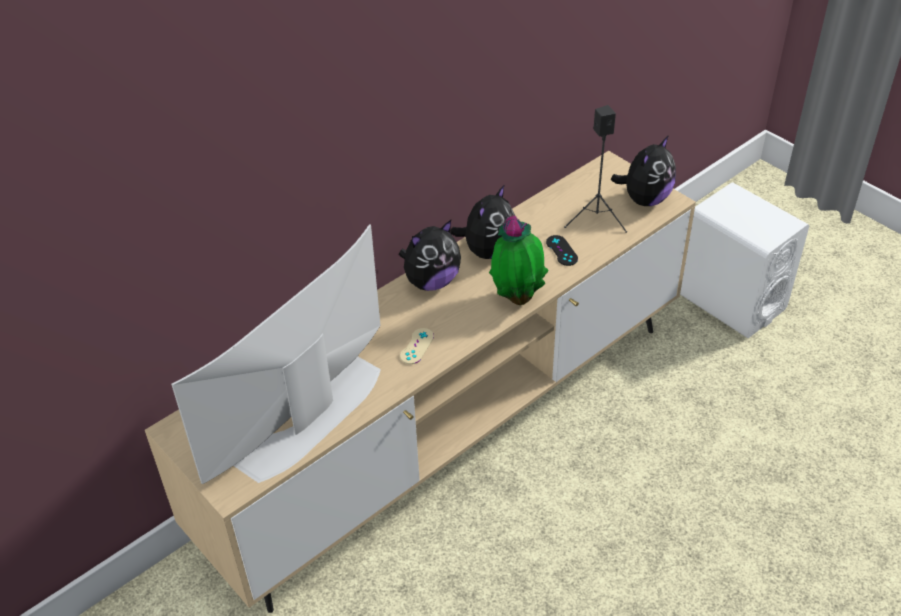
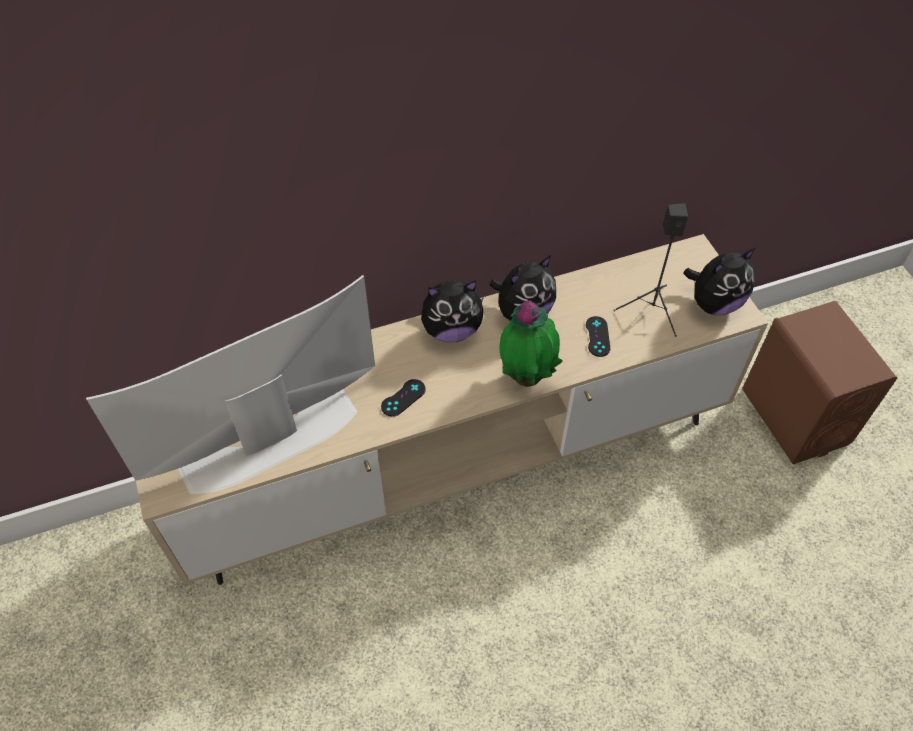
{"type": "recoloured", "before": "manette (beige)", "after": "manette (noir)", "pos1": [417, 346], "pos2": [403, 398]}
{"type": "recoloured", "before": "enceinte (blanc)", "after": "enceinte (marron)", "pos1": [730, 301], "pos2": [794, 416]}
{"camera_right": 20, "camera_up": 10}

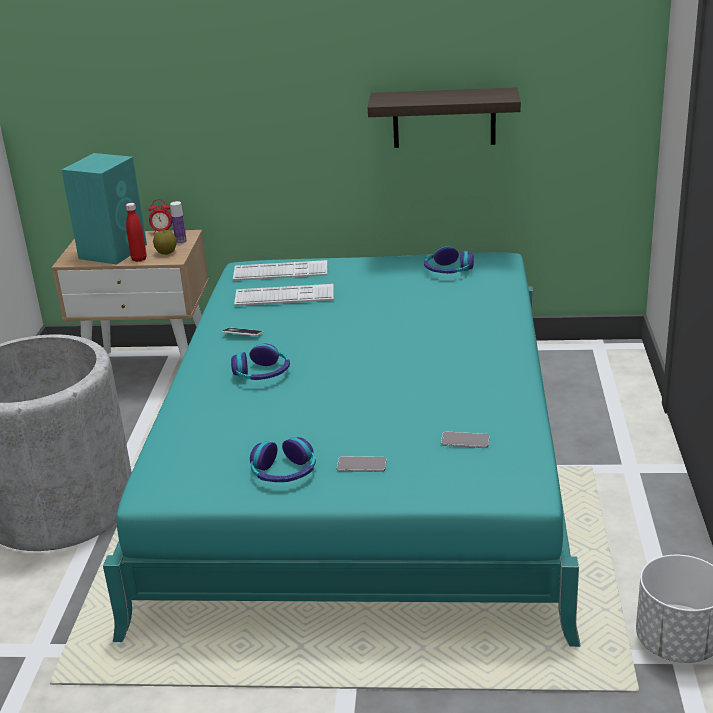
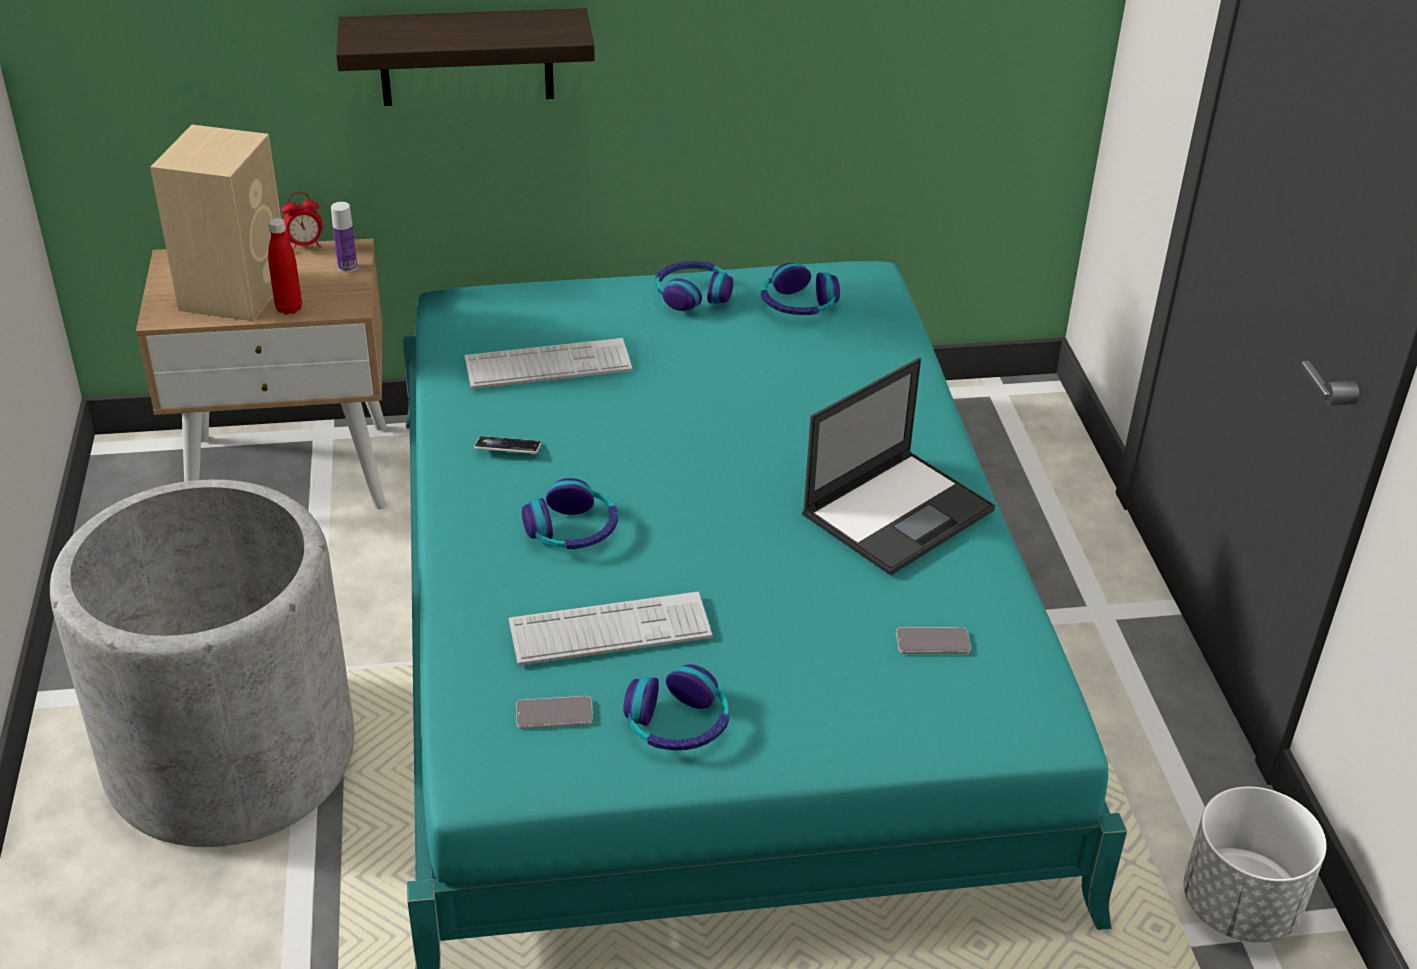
{"type": "removed", "before": "pomme", "pos1": [166, 252]}
{"type": "added", "after": "casque audio", "pos2": [692, 294]}
{"type": "added", "after": "ordinateur portable", "pos2": [899, 511]}
{"type": "moved", "before": "clavier", "pos1": [280, 272], "pos2": [610, 630]}
{"type": "moved", "before": "téléphone", "pos1": [361, 465], "pos2": [554, 714]}
{"type": "moved", "before": "étagère", "pos1": [444, 118], "pos2": [466, 57]}
{"type": "recoloured", "before": "enceinte (turquoise)", "after": "enceinte (beige)", "pos1": [114, 251], "pos2": [236, 291]}
{"camera_right": -15, "camera_up": 10}

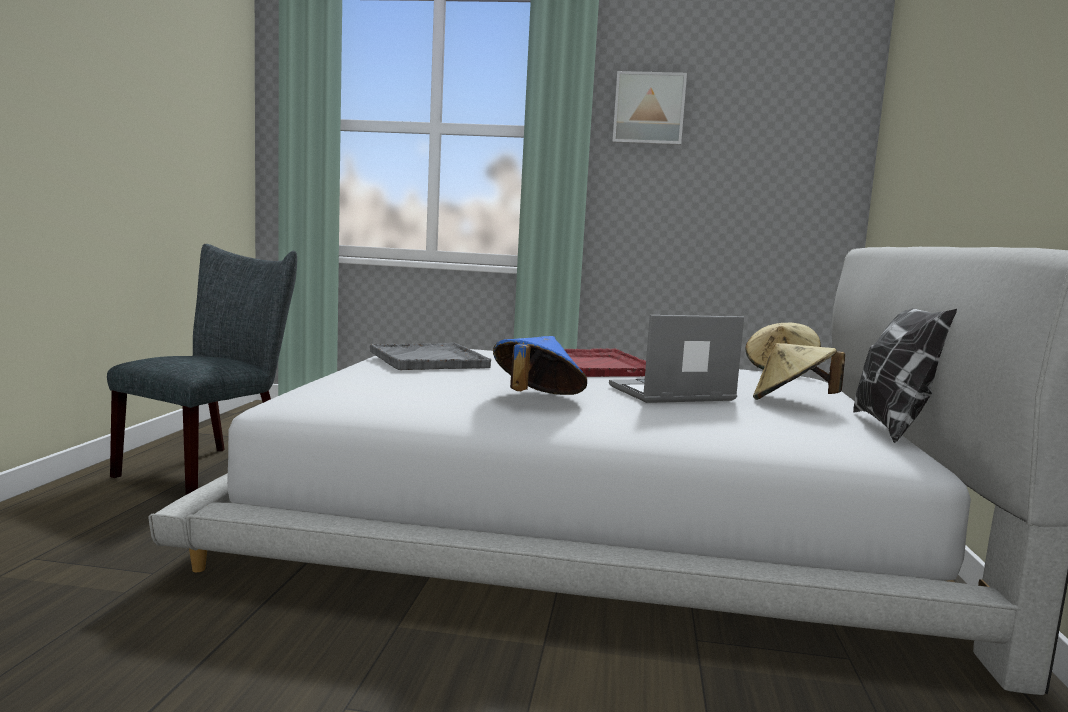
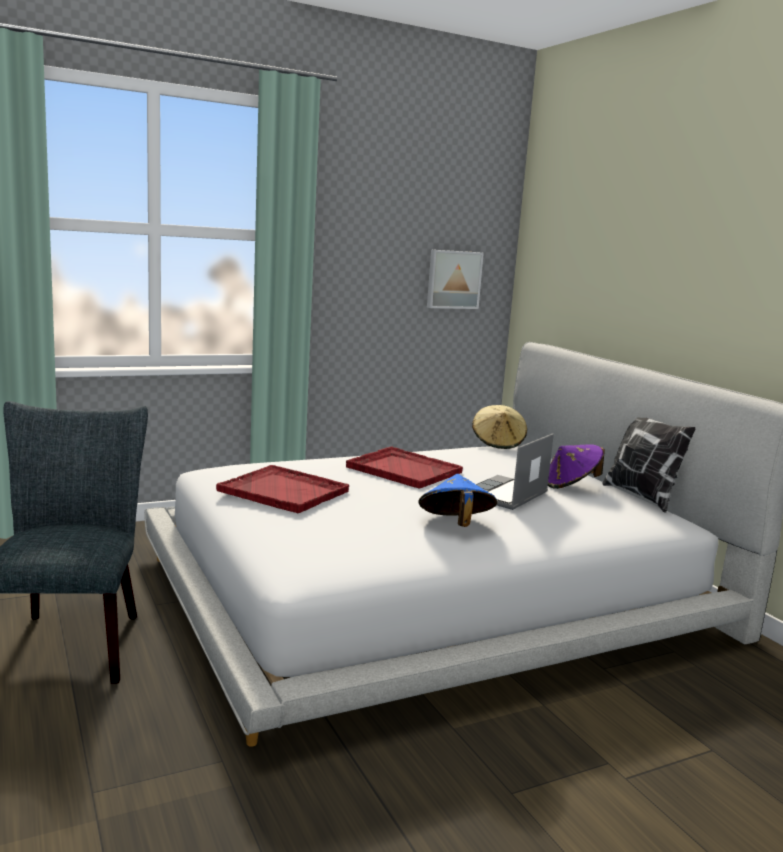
{"type": "moved", "before": "tableau", "pos1": [649, 109], "pos2": [453, 279]}
{"type": "recoloured", "before": "plateau (gris)", "after": "plateau (rouge)", "pos1": [428, 359], "pos2": [284, 491]}
{"type": "recoloured", "before": "chapeau (beige)", "after": "chapeau (violet)", "pos1": [791, 402], "pos2": [570, 485]}
{"camera_right": -35, "camera_up": 5}

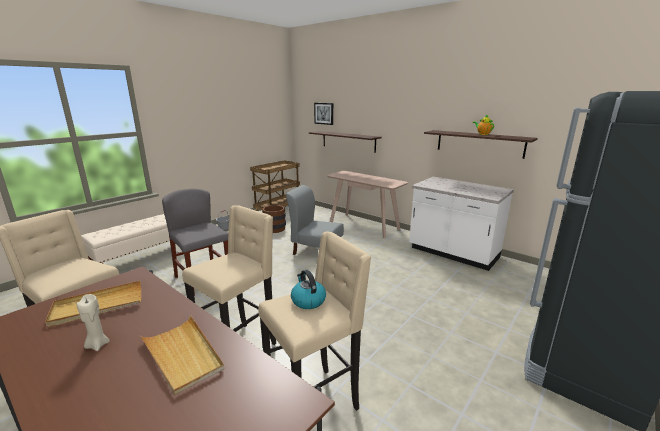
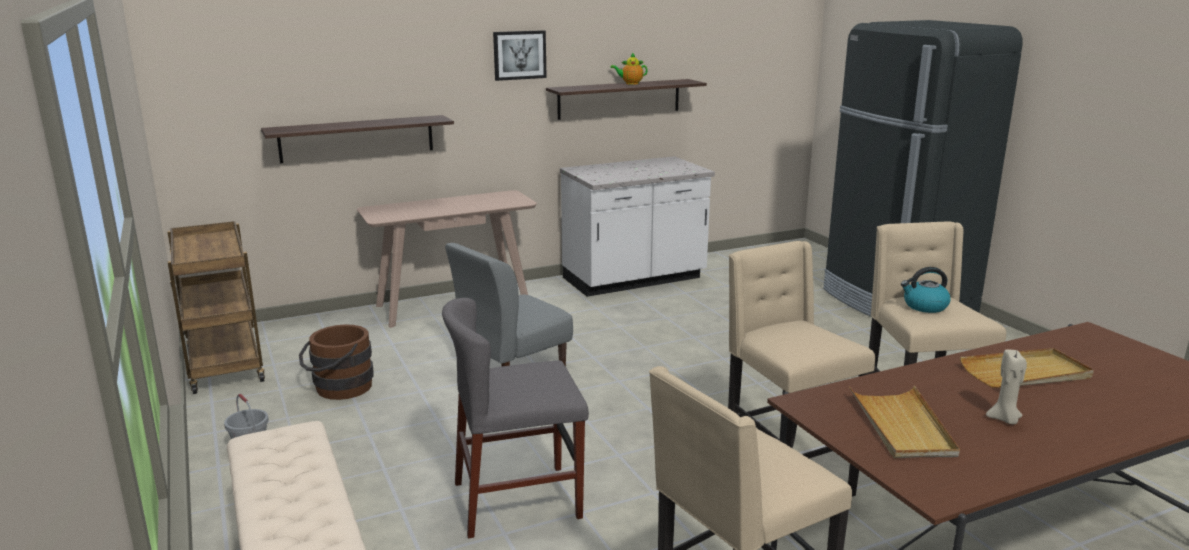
{"type": "moved", "before": "tableau", "pos1": [324, 113], "pos2": [519, 55]}
{"camera_right": -65, "camera_up": 0}

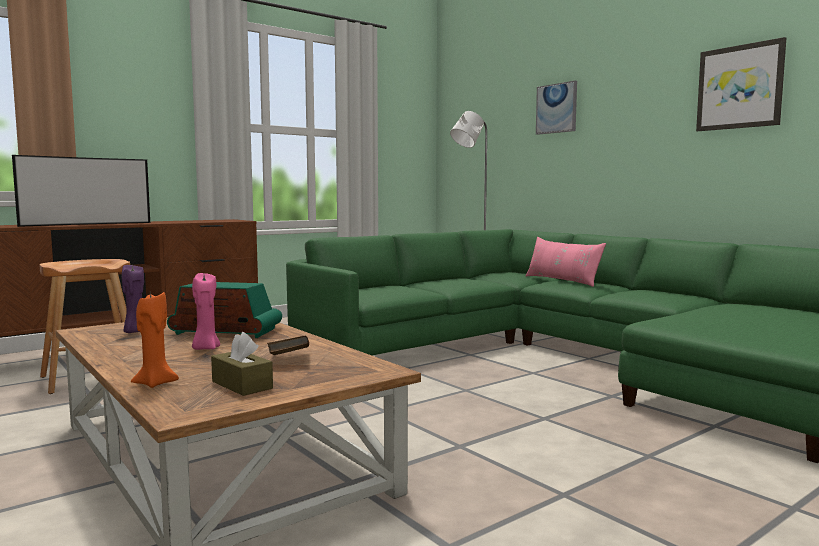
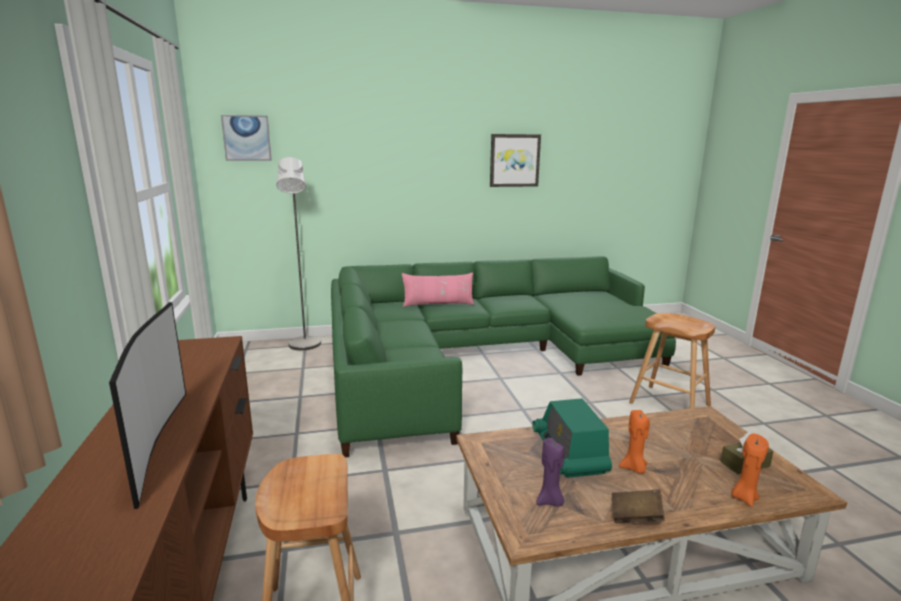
{"type": "added", "after": "tabouret (marron)", "pos2": [669, 404]}
{"type": "moved", "before": "livre (marron)", "pos1": [289, 360], "pos2": [635, 517]}
{"type": "moved", "before": "tableau", "pos1": [556, 108], "pos2": [247, 138]}
{"type": "recoloured", "before": "bougie (rose)", "after": "bougie (orange)", "pos1": [205, 348], "pos2": [634, 468]}
{"type": "turned", "before": "radio", "pos1": [226, 331], "pos2": [569, 453], "turn": -45}
{"camera_right": -65, "camera_up": 10}

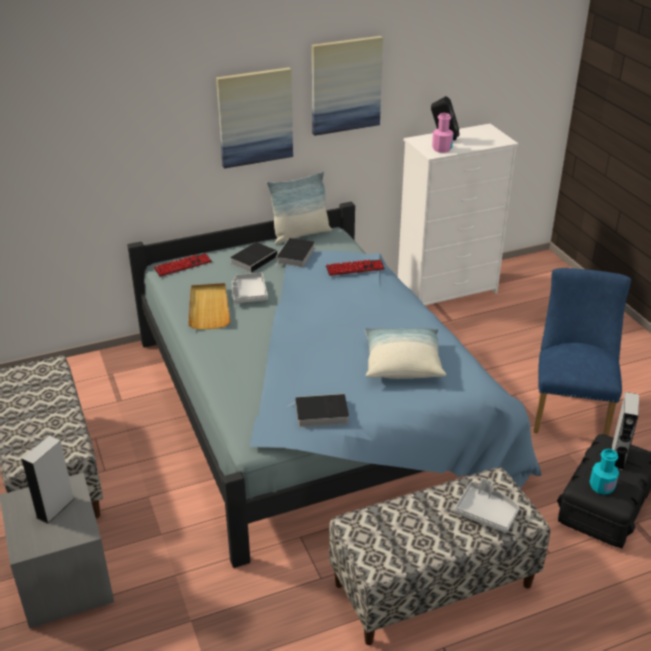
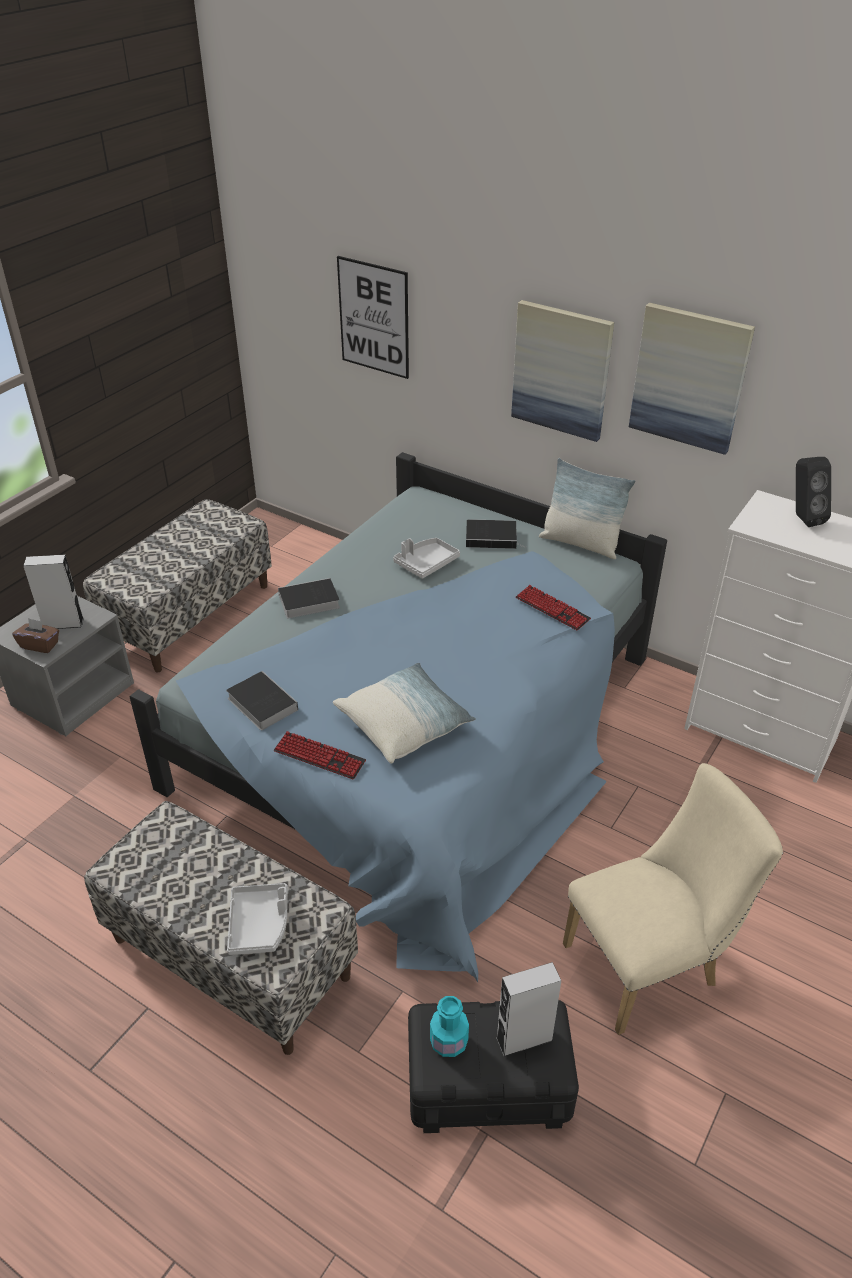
{"type": "removed", "before": "plateau (beige)", "pos1": [209, 308]}
{"type": "removed", "before": "bouteille (rose)", "pos1": [441, 149]}
{"type": "added", "after": "boîte à mouchoirs (marron)", "pos2": [40, 645]}
{"type": "added", "after": "tableau", "pos2": [374, 317]}
{"type": "moved", "before": "clavier", "pos1": [183, 266], "pos2": [319, 756]}
{"type": "moved", "before": "livre", "pos1": [295, 256], "pos2": [307, 602]}
{"type": "recoloured", "before": "chaise (bleu)", "after": "chaise (beige)", "pos1": [569, 409], "pos2": [650, 964]}
{"camera_right": 55, "camera_up": 5}

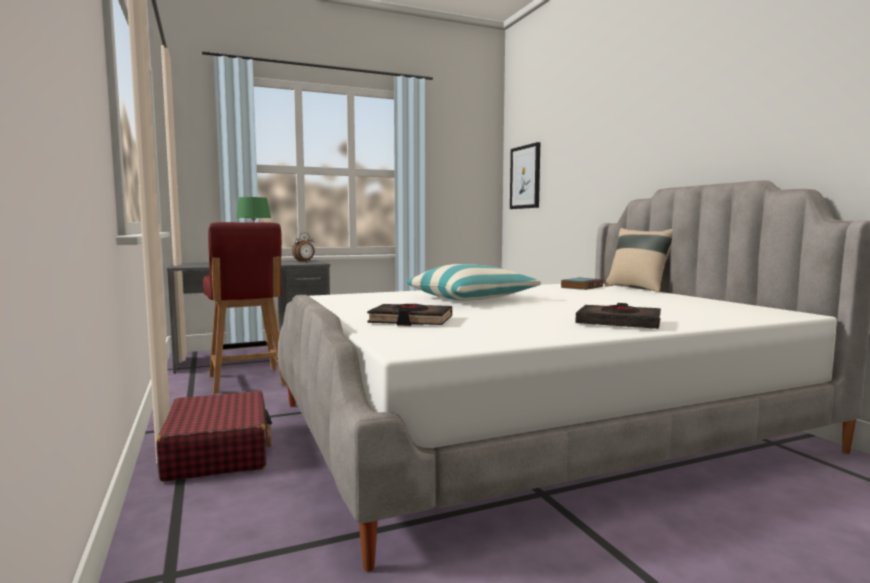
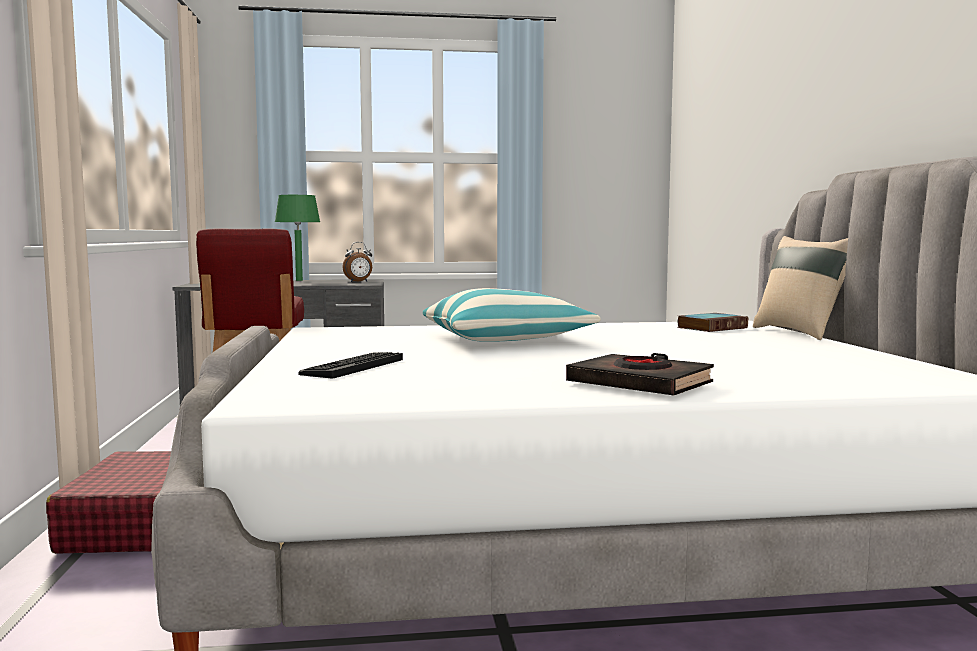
{"type": "removed", "before": "tableau", "pos1": [525, 177]}
{"type": "replaced", "before": "livre (noir)", "after": "clavier", "pos1": [411, 321], "pos2": [352, 366]}
{"camera_right": 15, "camera_up": 0}

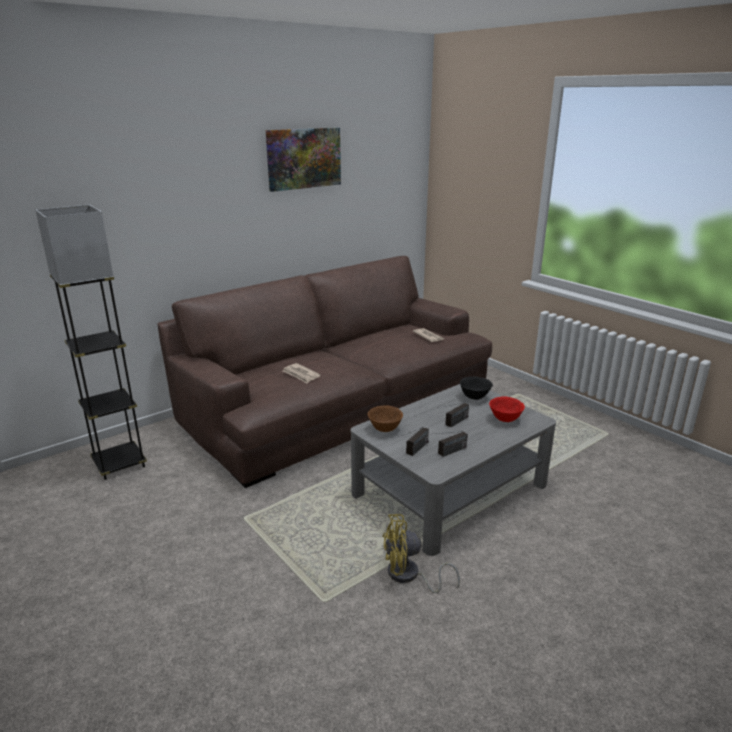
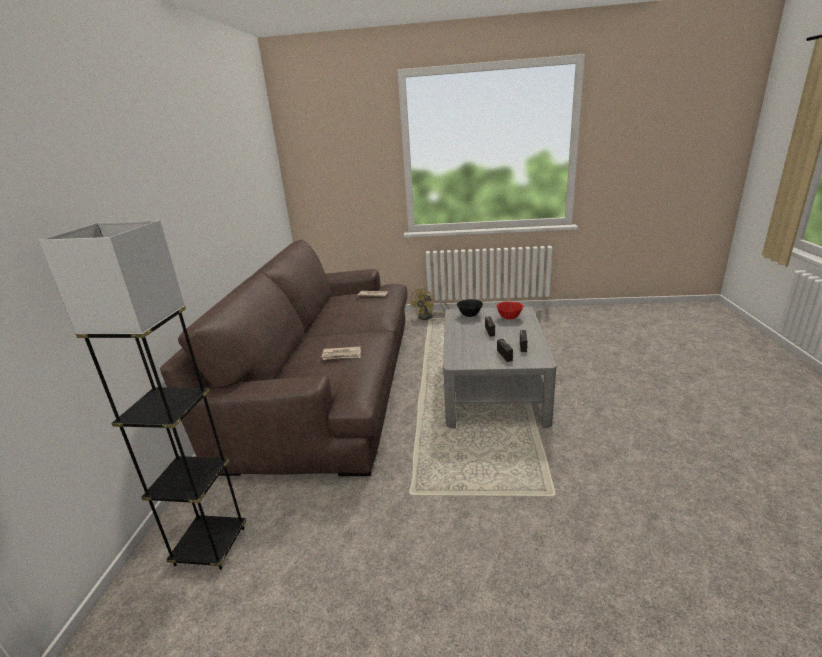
{"type": "removed", "before": "tableau", "pos1": [303, 158]}
{"type": "removed", "before": "bol (marron)", "pos1": [385, 429]}
{"type": "moved", "before": "ventilateur (jaune)", "pos1": [409, 576], "pos2": [428, 317]}
{"camera_right": -45, "camera_up": 0}

